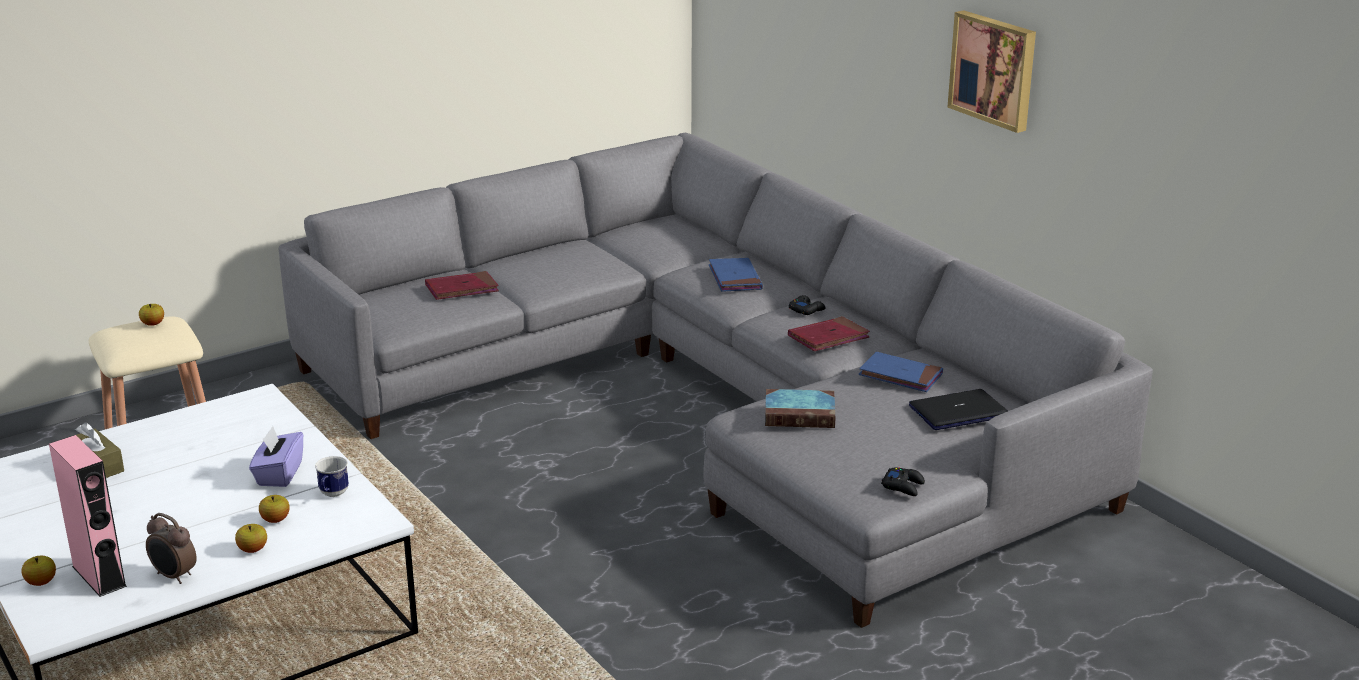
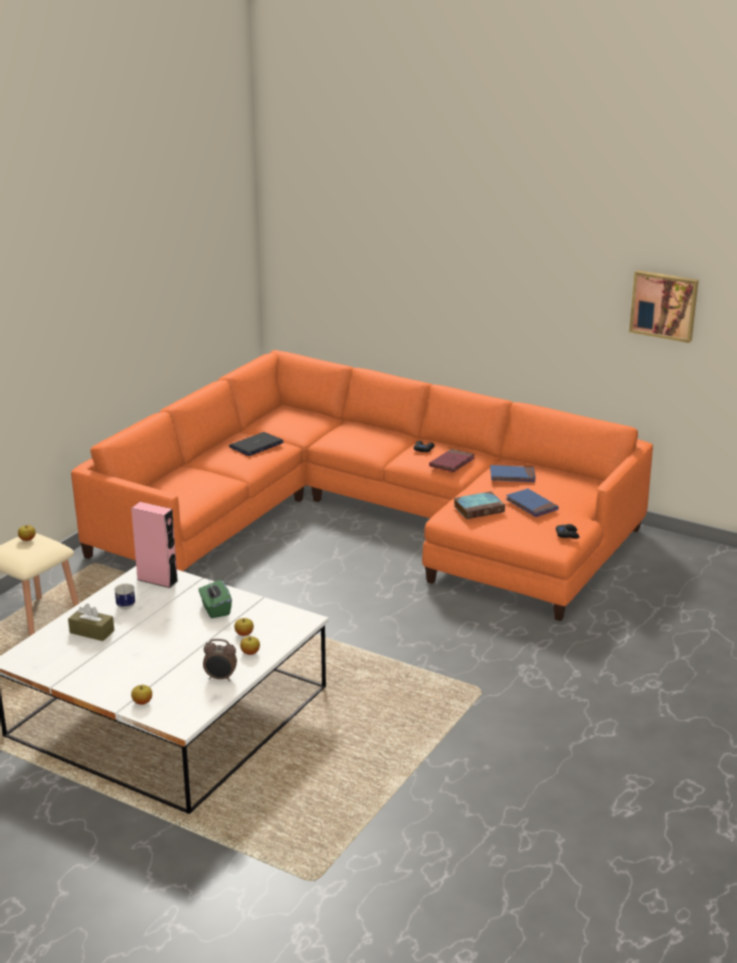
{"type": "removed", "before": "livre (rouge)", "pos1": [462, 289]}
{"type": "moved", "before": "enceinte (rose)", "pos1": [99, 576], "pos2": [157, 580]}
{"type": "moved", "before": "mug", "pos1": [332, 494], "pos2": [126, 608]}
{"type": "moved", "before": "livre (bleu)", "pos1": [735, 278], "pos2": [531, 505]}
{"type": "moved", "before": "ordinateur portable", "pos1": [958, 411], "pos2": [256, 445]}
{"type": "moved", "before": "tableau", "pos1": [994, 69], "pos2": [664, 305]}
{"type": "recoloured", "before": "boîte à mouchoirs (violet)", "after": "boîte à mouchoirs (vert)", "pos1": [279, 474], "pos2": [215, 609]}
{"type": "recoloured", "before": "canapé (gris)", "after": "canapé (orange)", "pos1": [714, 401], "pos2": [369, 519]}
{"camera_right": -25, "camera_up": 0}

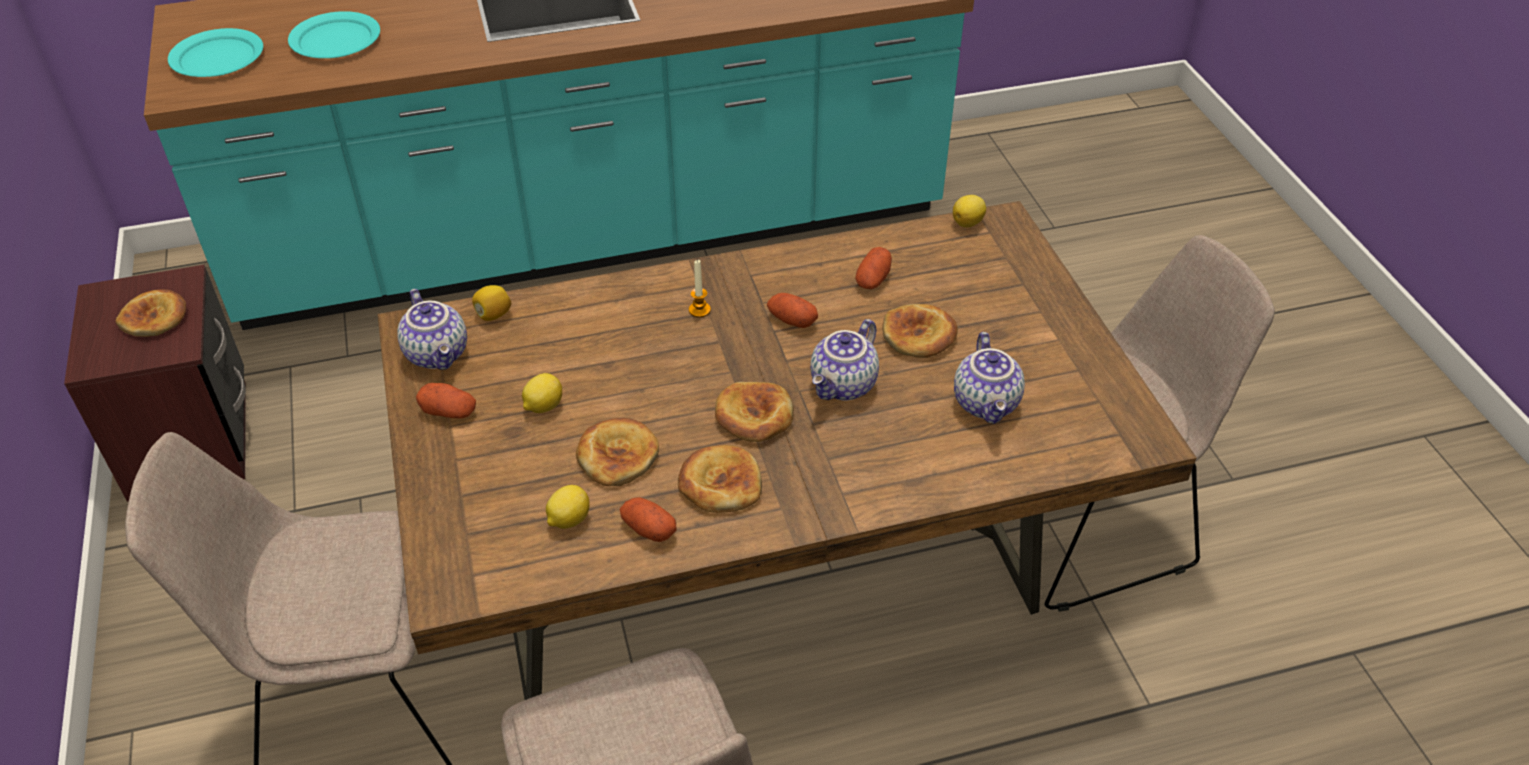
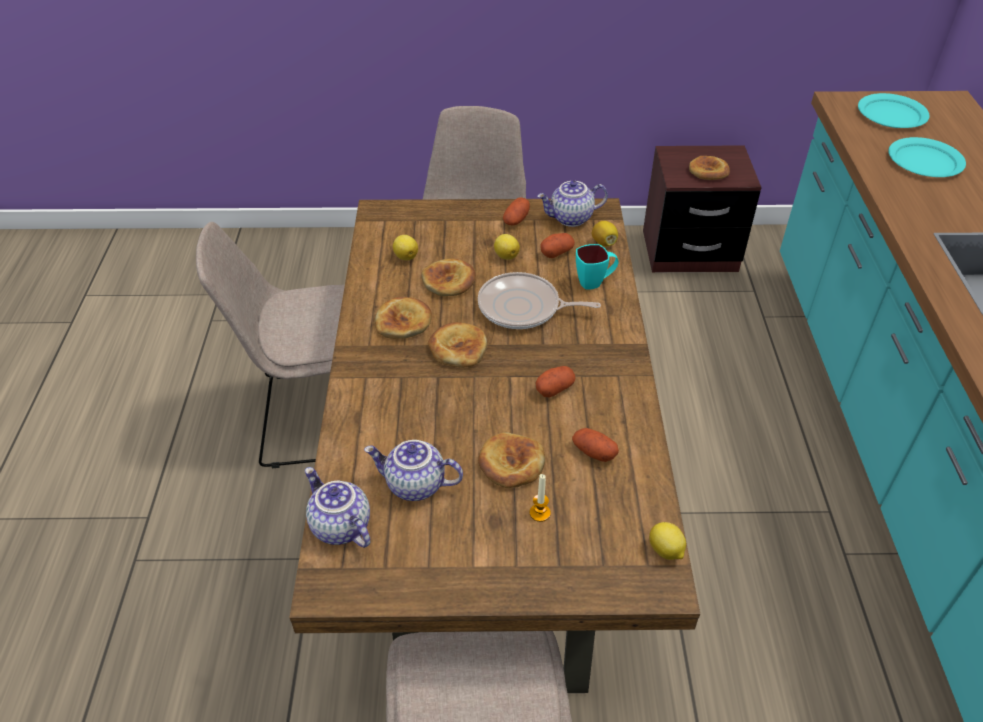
{"type": "added", "after": "poêle", "pos2": [523, 308]}
{"type": "added", "after": "mug (turquoise)", "pos2": [595, 282]}
{"type": "moved", "before": "pomme de terre", "pos1": [648, 529], "pos2": [556, 252]}
{"type": "moved", "before": "bougie", "pos1": [699, 310], "pos2": [540, 513]}
{"type": "moved", "before": "théière", "pos1": [844, 386], "pos2": [339, 527]}
{"camera_right": 105, "camera_up": 0}

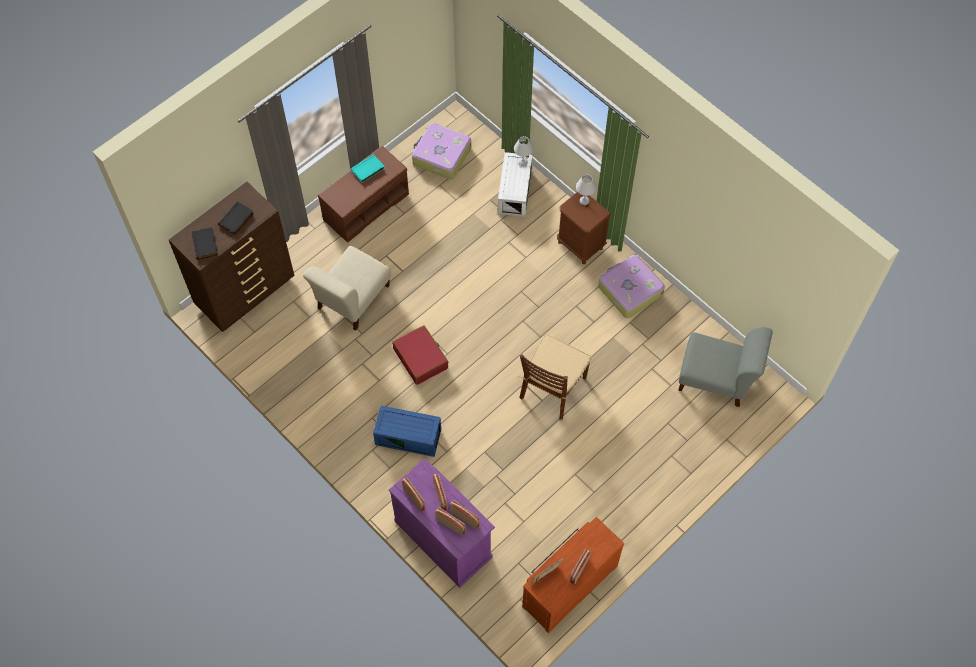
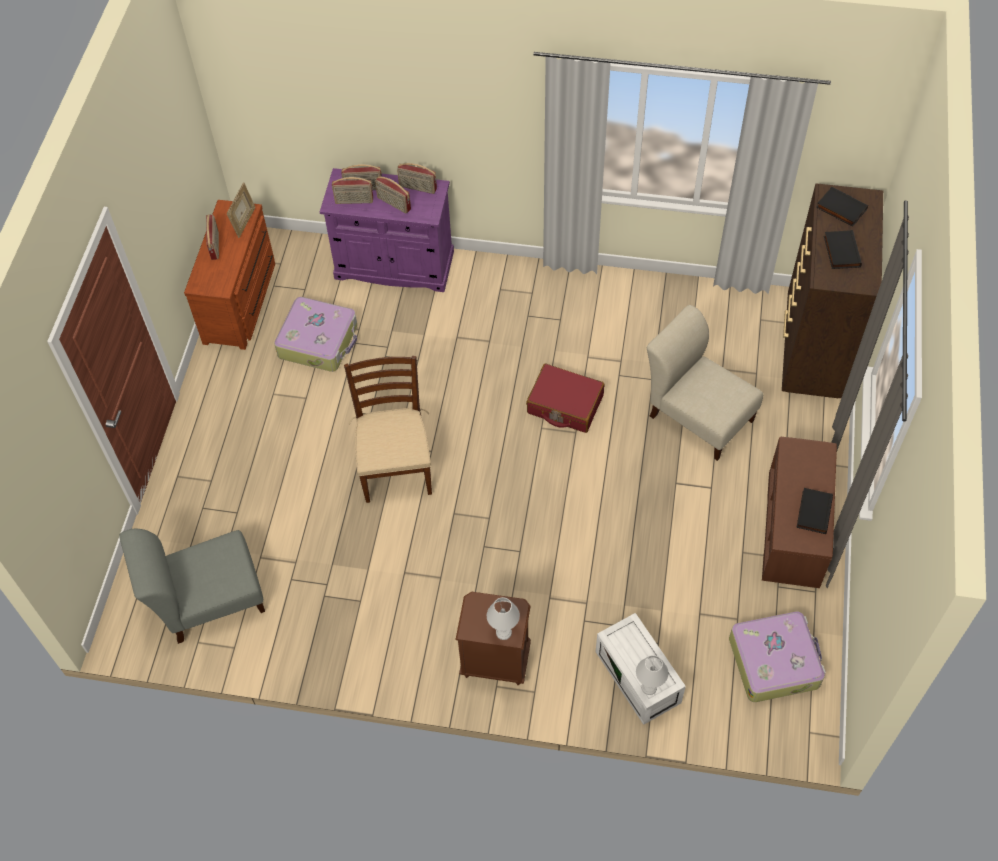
{"type": "removed", "before": "boîte de rangement (bleu)", "pos1": [409, 436]}
{"type": "moved", "before": "valise", "pos1": [629, 290], "pos2": [319, 341]}
{"type": "recoloured", "before": "livre (turquoise)", "after": "livre (noir)", "pos1": [368, 170], "pos2": [813, 512]}
{"type": "turned", "before": "chaise (beige)", "pos1": [351, 299], "pos2": [698, 415], "turn": -45}
{"camera_right": 145, "camera_up": -5}

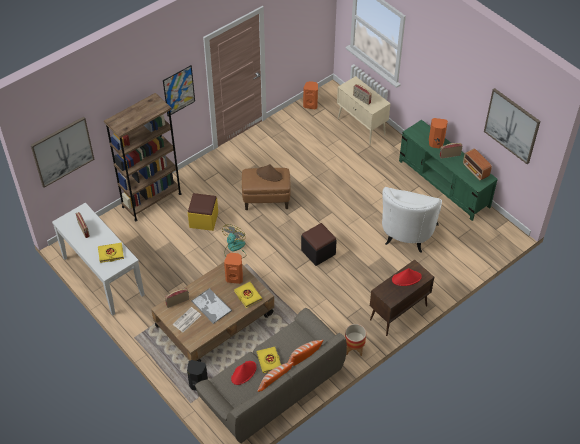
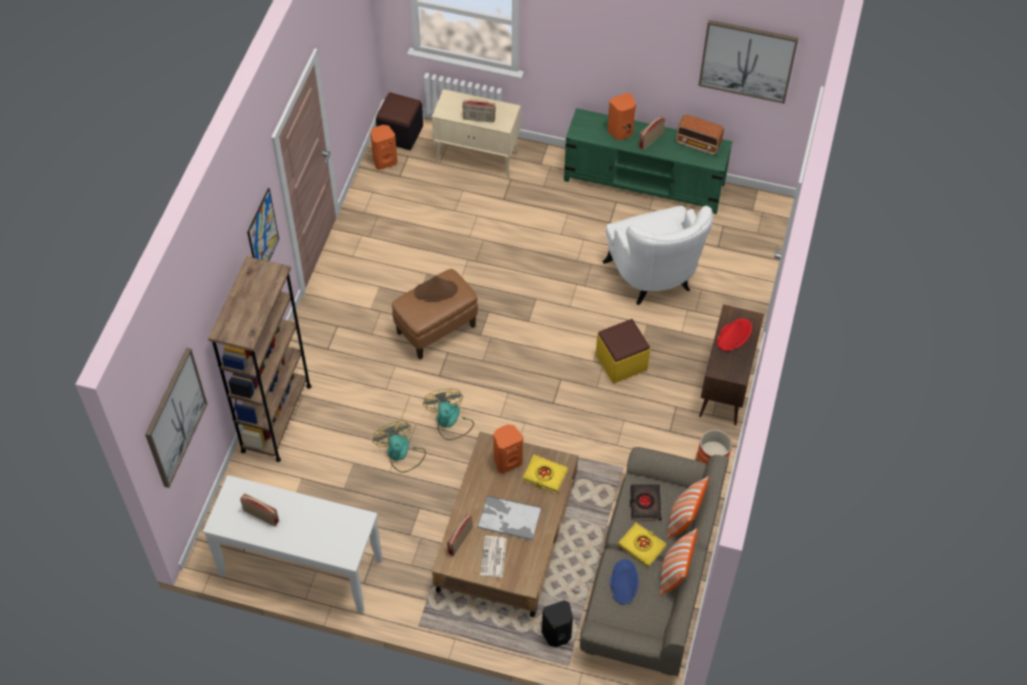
{"type": "removed", "before": "livre (jaune)", "pos1": [111, 254]}
{"type": "added", "after": "ventilateur", "pos2": [401, 454]}
{"type": "added", "after": "livre (noir)", "pos2": [645, 504]}
{"type": "moved", "before": "pouf (jaune)", "pos1": [203, 220], "pos2": [621, 362]}
{"type": "moved", "before": "pouf (noir)", "pos1": [318, 252], "pos2": [400, 133]}
{"type": "recoloured", "before": "chapeau (rouge)", "after": "chapeau (bleu)", "pos1": [244, 373], "pos2": [624, 582]}
{"camera_right": -35, "camera_up": 5}

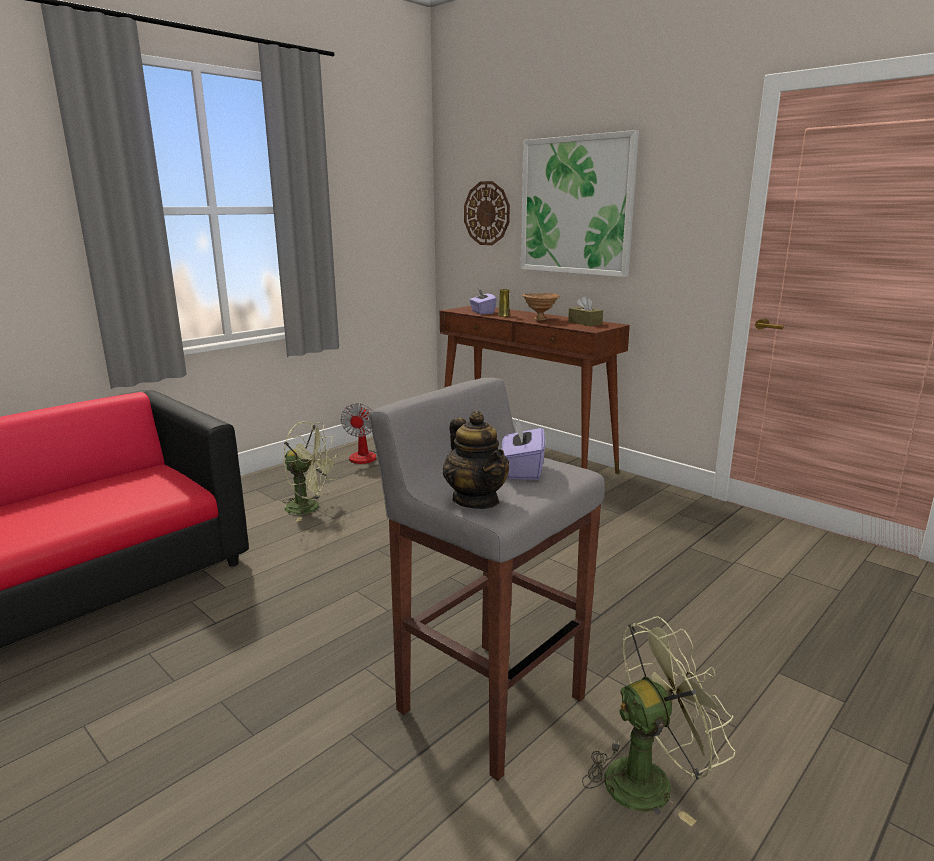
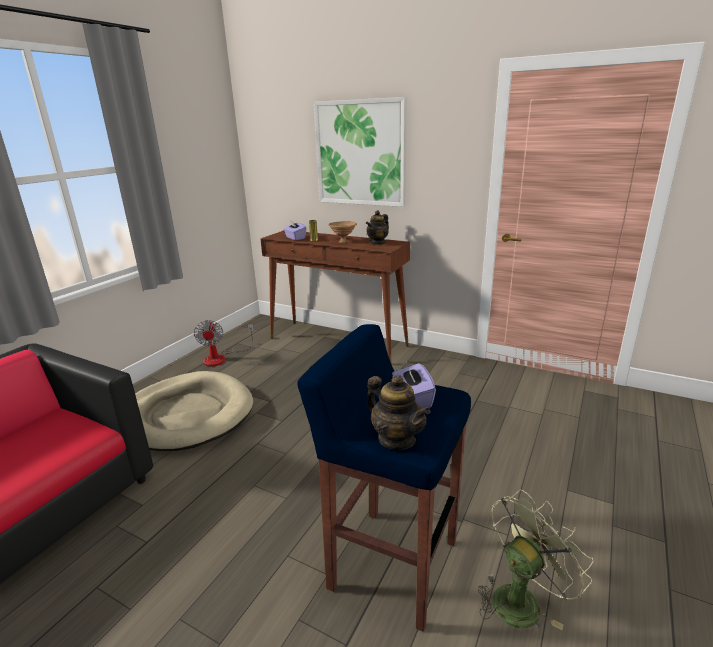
{"type": "removed", "before": "horloge murale", "pos1": [487, 213]}
{"type": "replaced", "before": "ventilateur (vert)", "after": "panier pour chien (beige)", "pos1": [310, 508], "pos2": [188, 414]}
{"type": "replaced", "before": "boîte à mouchoirs (marron)", "after": "théière", "pos1": [585, 323], "pos2": [378, 242]}
{"type": "recoloured", "before": "tabouret (gris)", "after": "tabouret (bleu)", "pos1": [489, 702], "pos2": [391, 563]}
{"camera_right": -15, "camera_up": 5}

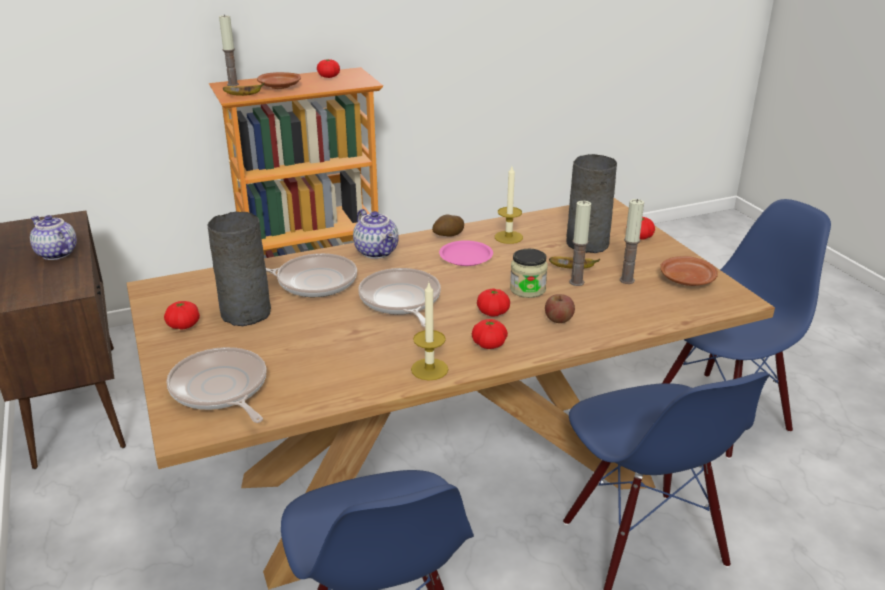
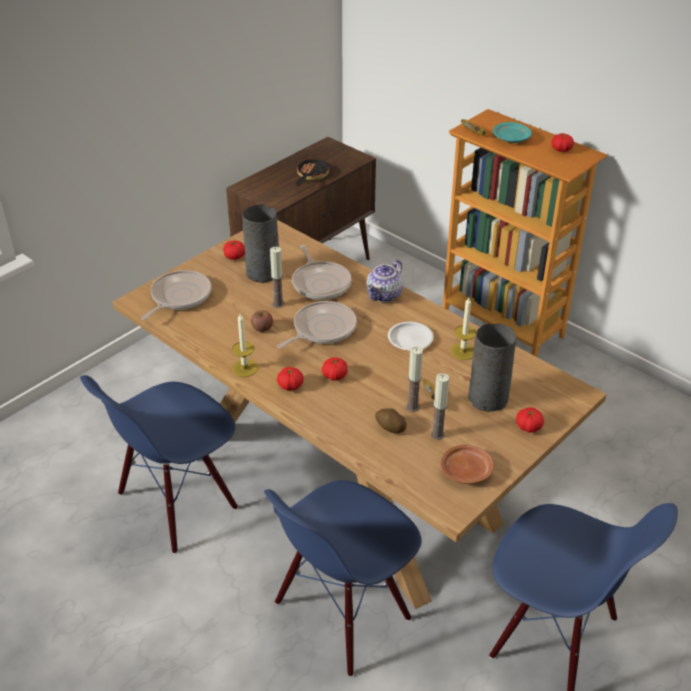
{"type": "removed", "before": "bocal", "pos1": [527, 289]}
{"type": "moved", "before": "bougie", "pos1": [233, 84], "pos2": [278, 304]}
{"type": "moved", "before": "pomme de terre", "pos1": [448, 235], "pos2": [390, 428]}
{"type": "moved", "before": "pomme", "pos1": [558, 319], "pos2": [262, 328]}
{"type": "replaced", "before": "théière", "after": "poêle", "pos1": [55, 254], "pos2": [311, 176]}
{"type": "recoloured", "before": "assiette (marron)", "after": "assiette (turquoise)", "pos1": [280, 87], "pos2": [511, 139]}
{"type": "recoloured", "before": "assiette (rose)", "after": "assiette (blanc)", "pos1": [466, 257], "pos2": [410, 339]}
{"camera_right": 65, "camera_up": 10}

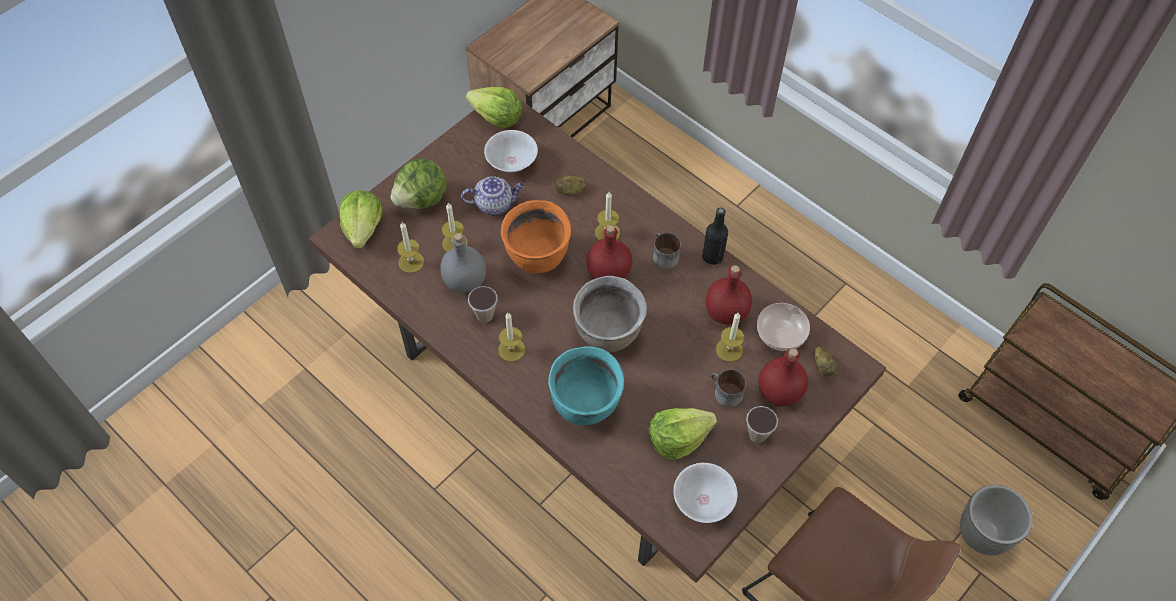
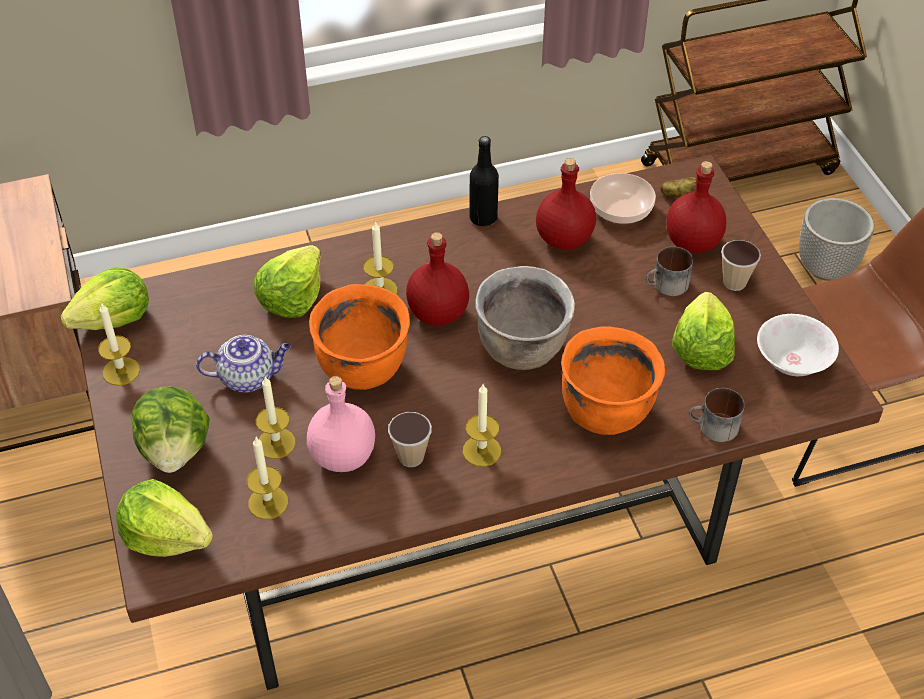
{"type": "removed", "before": "bol (blanc)", "pos1": [512, 162]}
{"type": "moved", "before": "mug", "pos1": [663, 255], "pos2": [713, 428]}
{"type": "moved", "before": "bougie", "pos1": [729, 349], "pos2": [121, 371]}
{"type": "replaced", "before": "pomme de terre", "after": "laitue", "pos1": [570, 191], "pos2": [291, 297]}
{"type": "recoloured", "before": "bouteille (gris)", "after": "bouteille (rose)", "pos1": [465, 281], "pos2": [344, 457]}
{"type": "recoloured", "before": "marmite (turquoise)", "after": "marmite (orange)", "pos1": [586, 404], "pos2": [606, 411]}
{"type": "turned", "before": "théière", "pos1": [494, 204], "pos2": [249, 377], "turn": 60}
{"camera_right": -60, "camera_up": -10}

